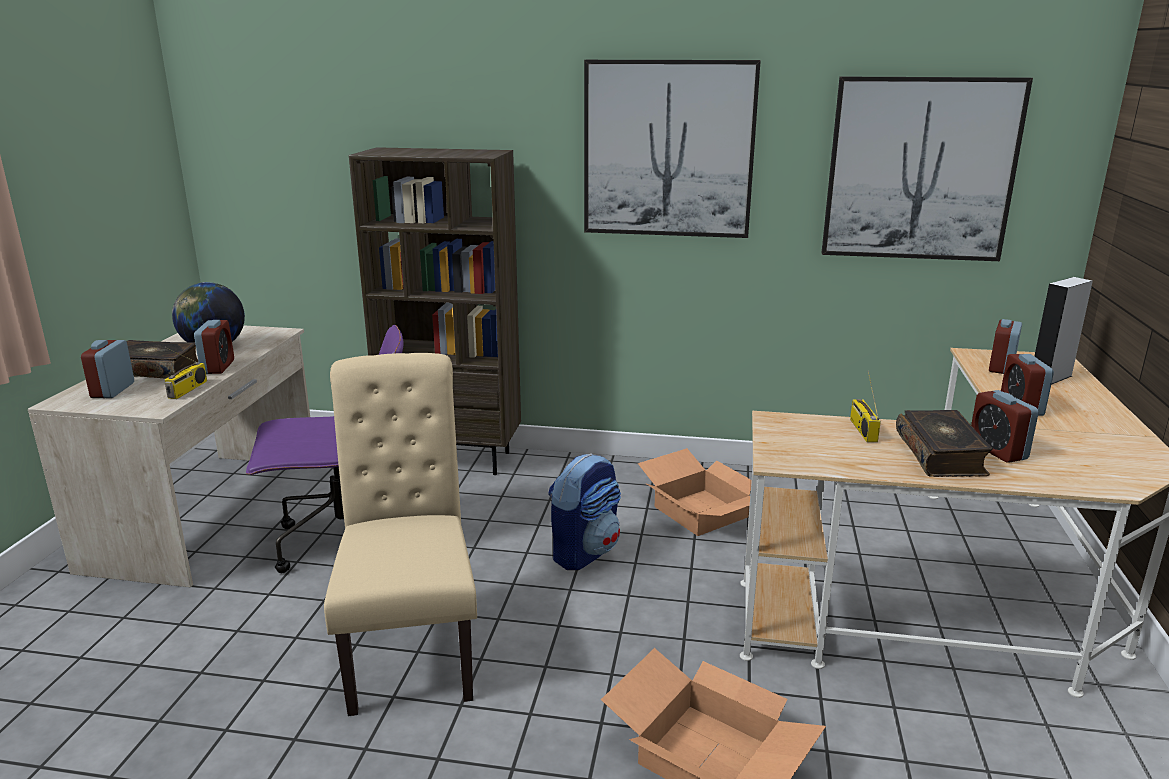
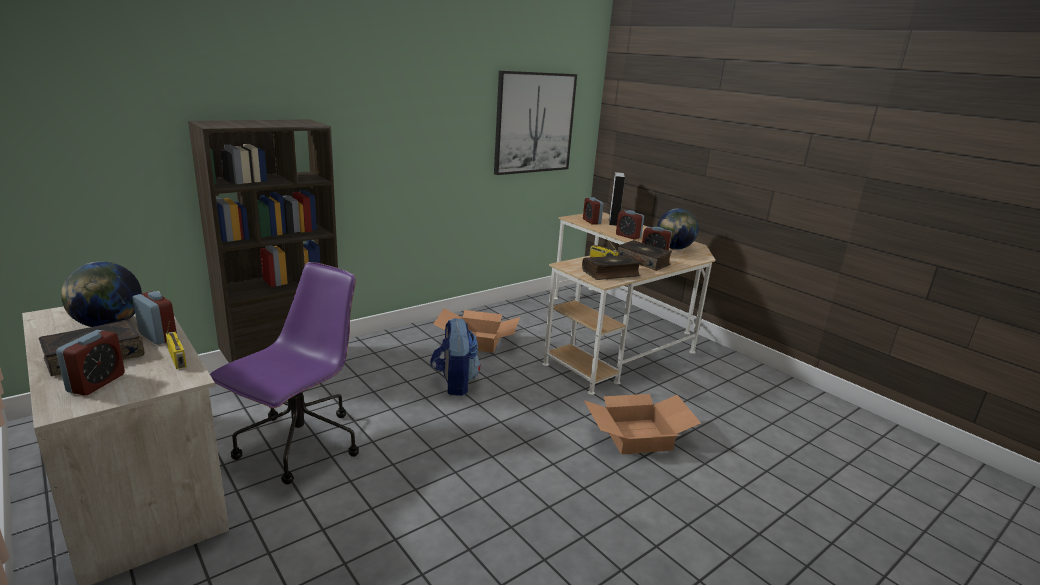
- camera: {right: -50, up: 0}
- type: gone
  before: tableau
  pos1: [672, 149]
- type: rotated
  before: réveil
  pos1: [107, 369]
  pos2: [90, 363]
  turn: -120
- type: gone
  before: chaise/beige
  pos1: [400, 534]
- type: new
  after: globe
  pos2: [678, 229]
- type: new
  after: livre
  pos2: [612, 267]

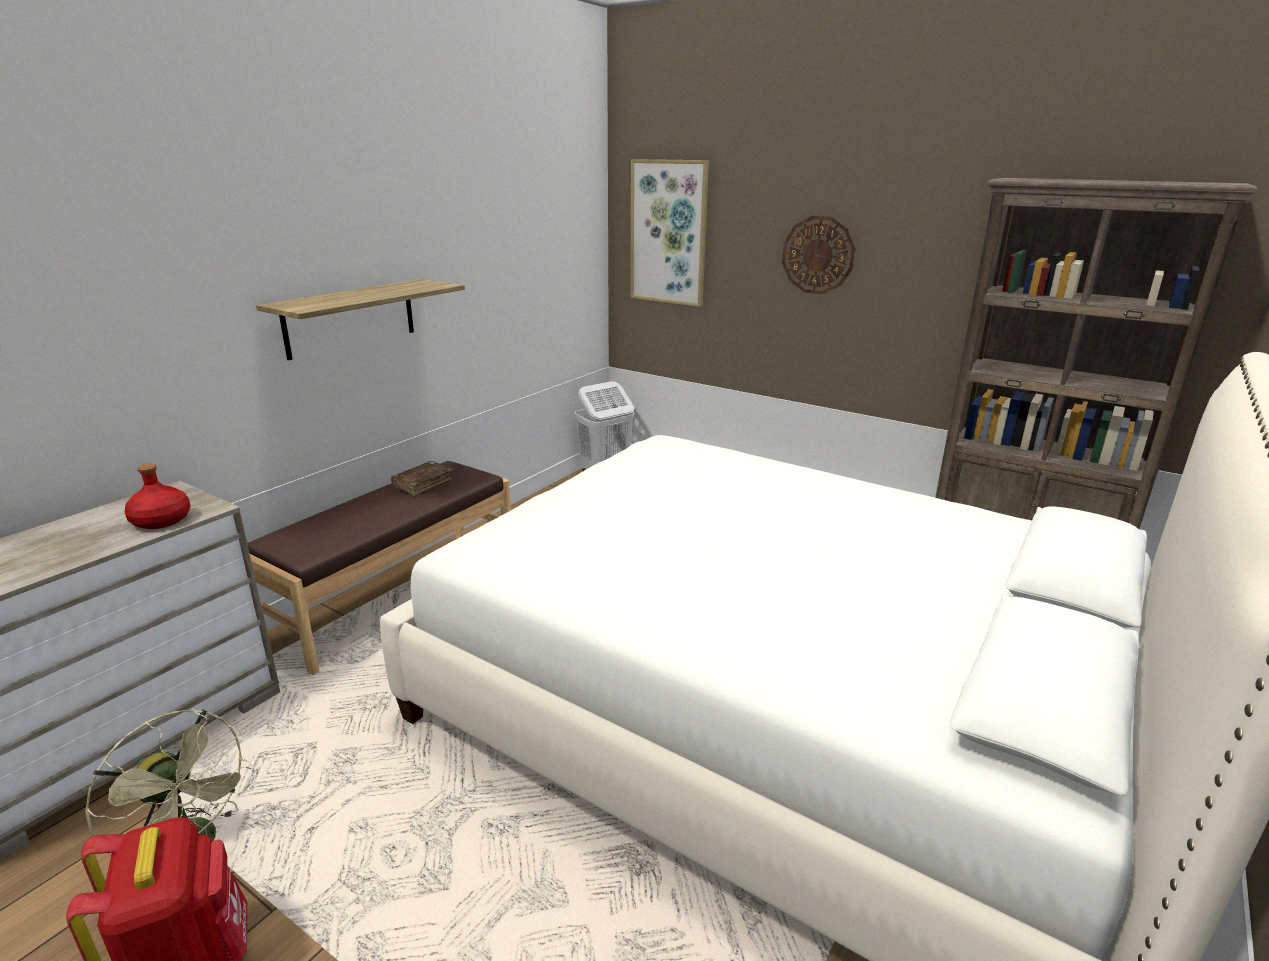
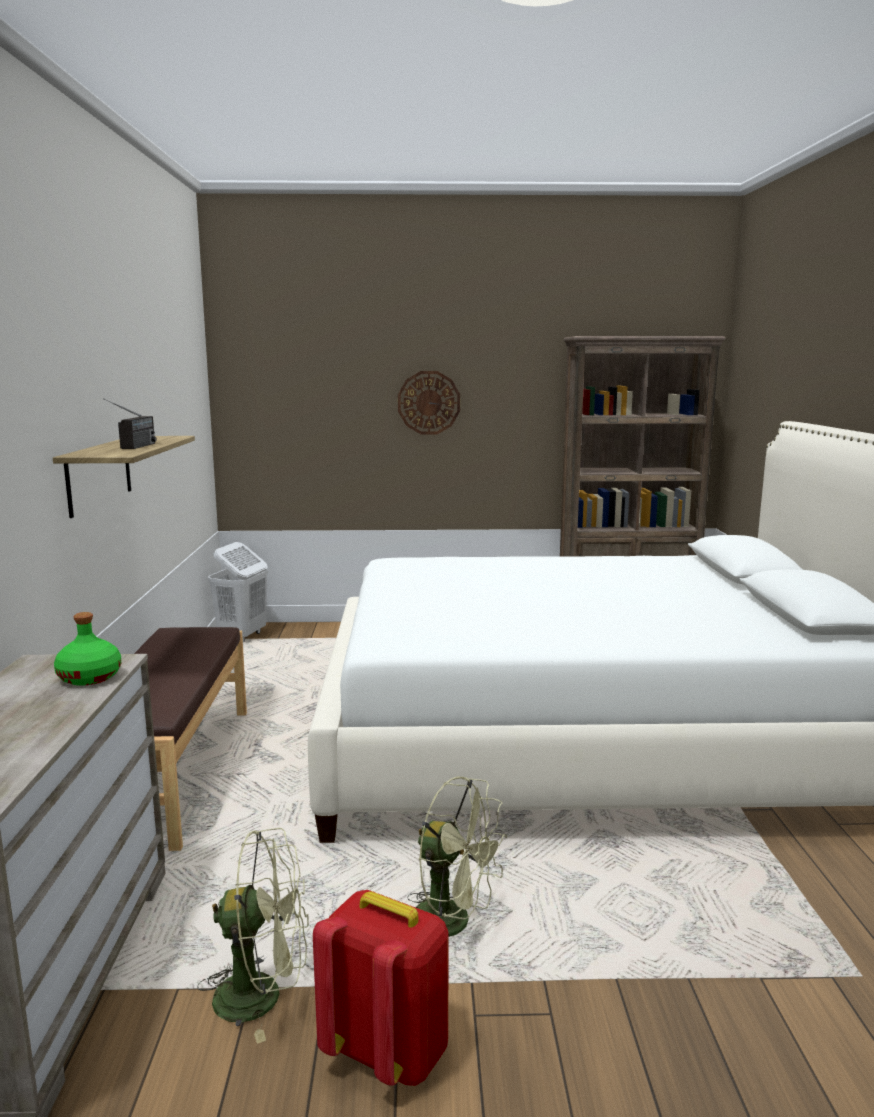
- camera: {right: -35, up: -10}
- type: gone
  before: tableau
  pos1: [669, 233]
- type: gone
  before: livre/marron
  pos1: [422, 479]
- type: repainted
  before: bouteille/rouge
  after: bouteille/vert
  pos1: [157, 496]
  pos2: [87, 649]
- type: new
  after: radio
  pos2: [130, 423]
- type: new
  after: ventilateur/vert
  pos2: [457, 857]

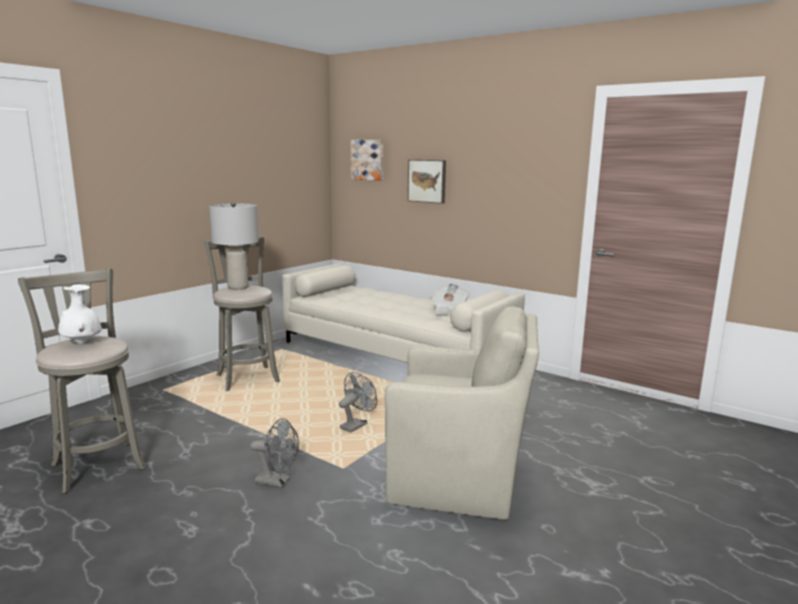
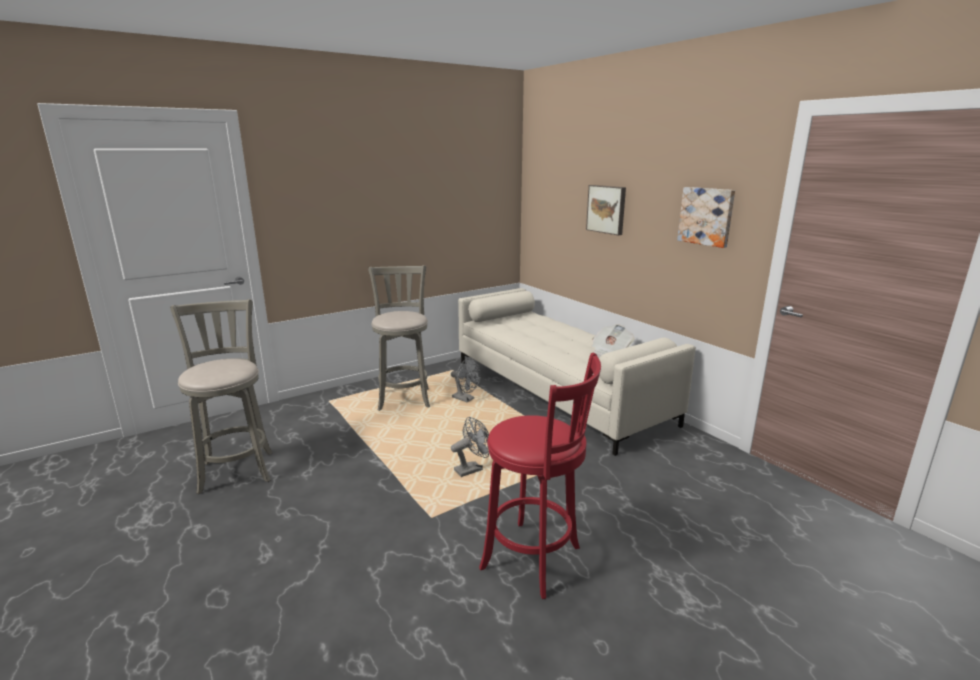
- camera: {right: 20, up: 5}
- type: shifted
  before: tableau
  pos1: [367, 160]
  pos2: [706, 217]
- type: gone
  before: lampe de table/gris
  pos1: [234, 246]
- type: gone
  before: vase/blanc
  pos1: [80, 314]
- type: swapped
  before: fauteuil/beige
  after: tabouret/rouge
  pos1: [462, 413]
  pos2: [540, 476]
- type: shifted
  before: ventilateur/gris
  pos1: [274, 453]
  pos2: [466, 380]

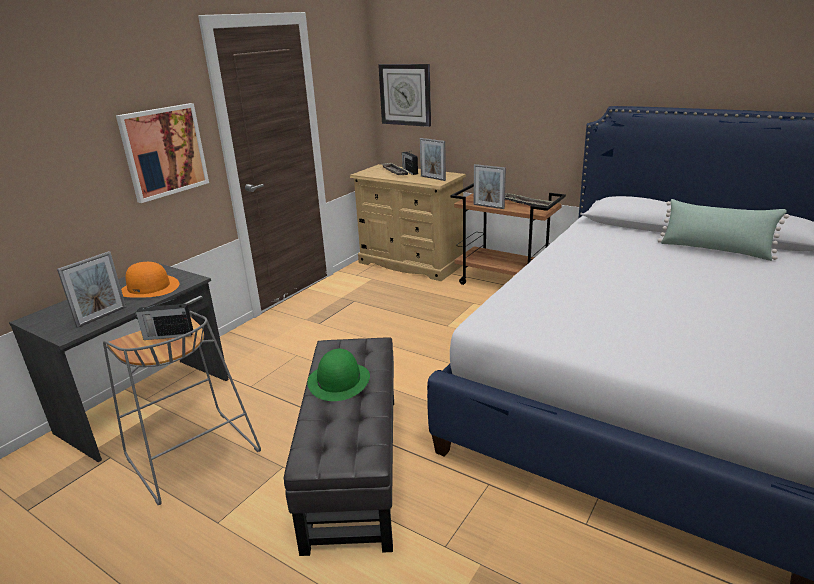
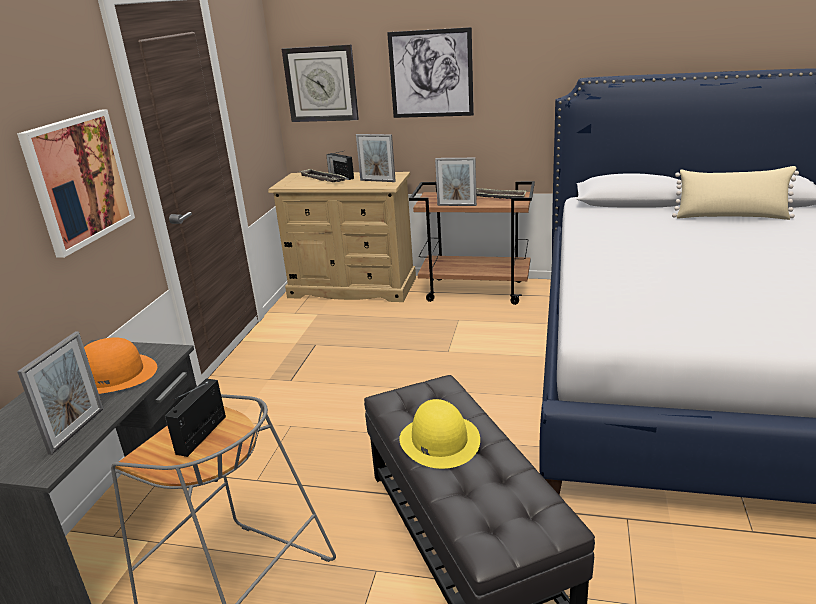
- camera: {right: -20, up: 0}
- type: repainted
  before: coussin/vert
  after: coussin/beige
  pos1: [723, 230]
  pos2: [735, 193]
- type: rotated
  before: radio
  pos1: [164, 319]
  pos2: [195, 417]
  turn: 135
- type: repainted
  before: chapeau/vert
  after: chapeau/jaune
  pos1: [338, 375]
  pos2: [439, 434]
- type: new
  after: tableau
  pos2: [430, 72]

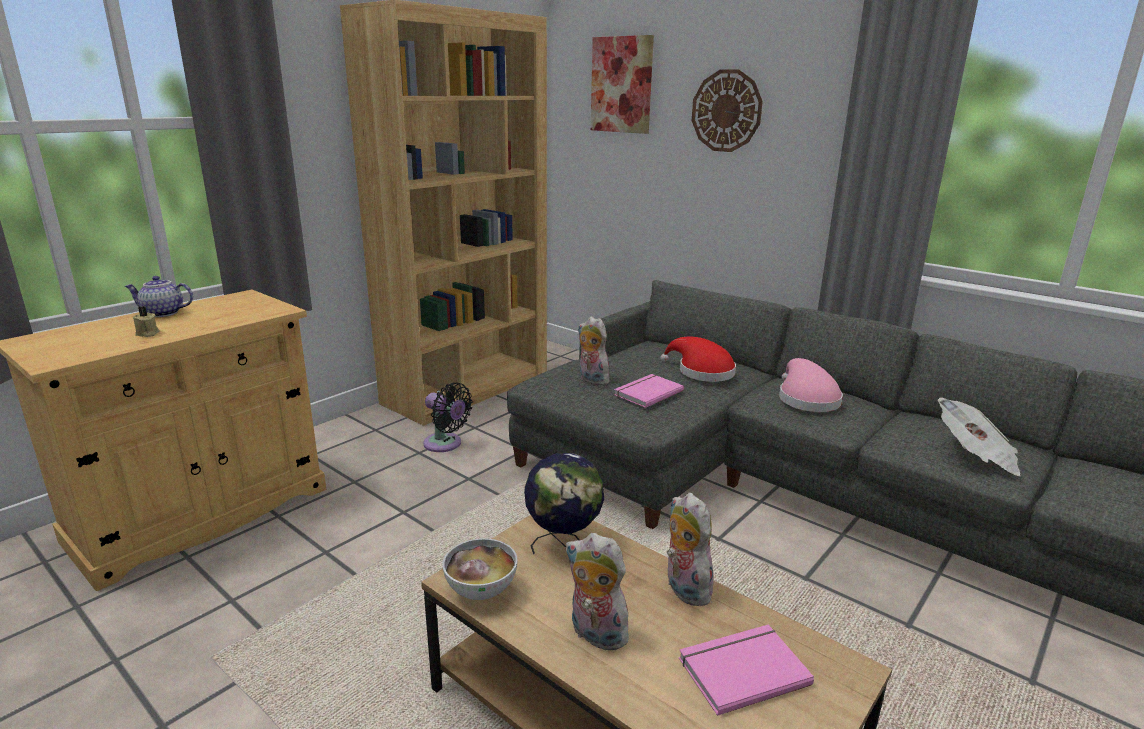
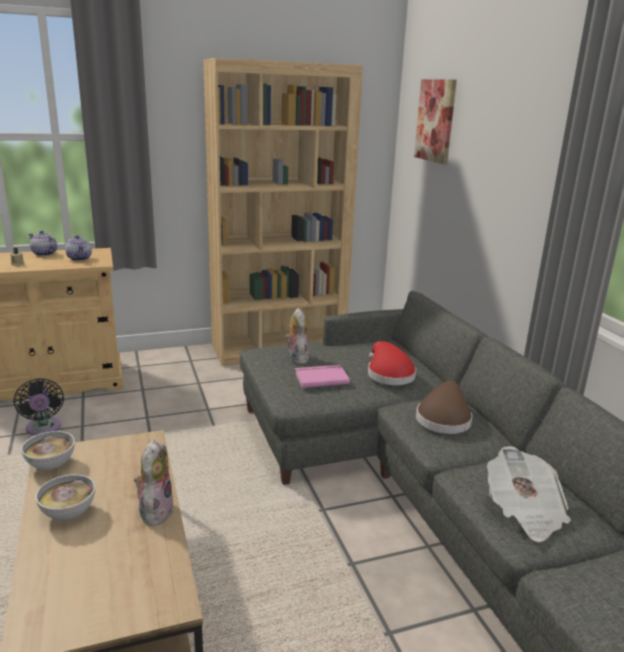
- camera: {right: 30, up: 0}
- type: gone
  before: horloge murale
  pos1: [727, 111]
- type: repainted
  before: chapeau/rose
  after: chapeau/marron
  pos1: [811, 385]
  pos2: [444, 407]
- type: shifted
  before: ventilateur/noir
  pos1: [448, 417]
  pos2: [38, 406]
- type: gone
  before: globe
  pos1: [564, 503]
- type: swapped
  before: peluche
  after: bol
  pos1: [600, 591]
  pos2: [65, 497]
- type: gone
  before: livre/rose
  pos1: [746, 670]
- type: new
  after: théière
  pos2: [78, 248]

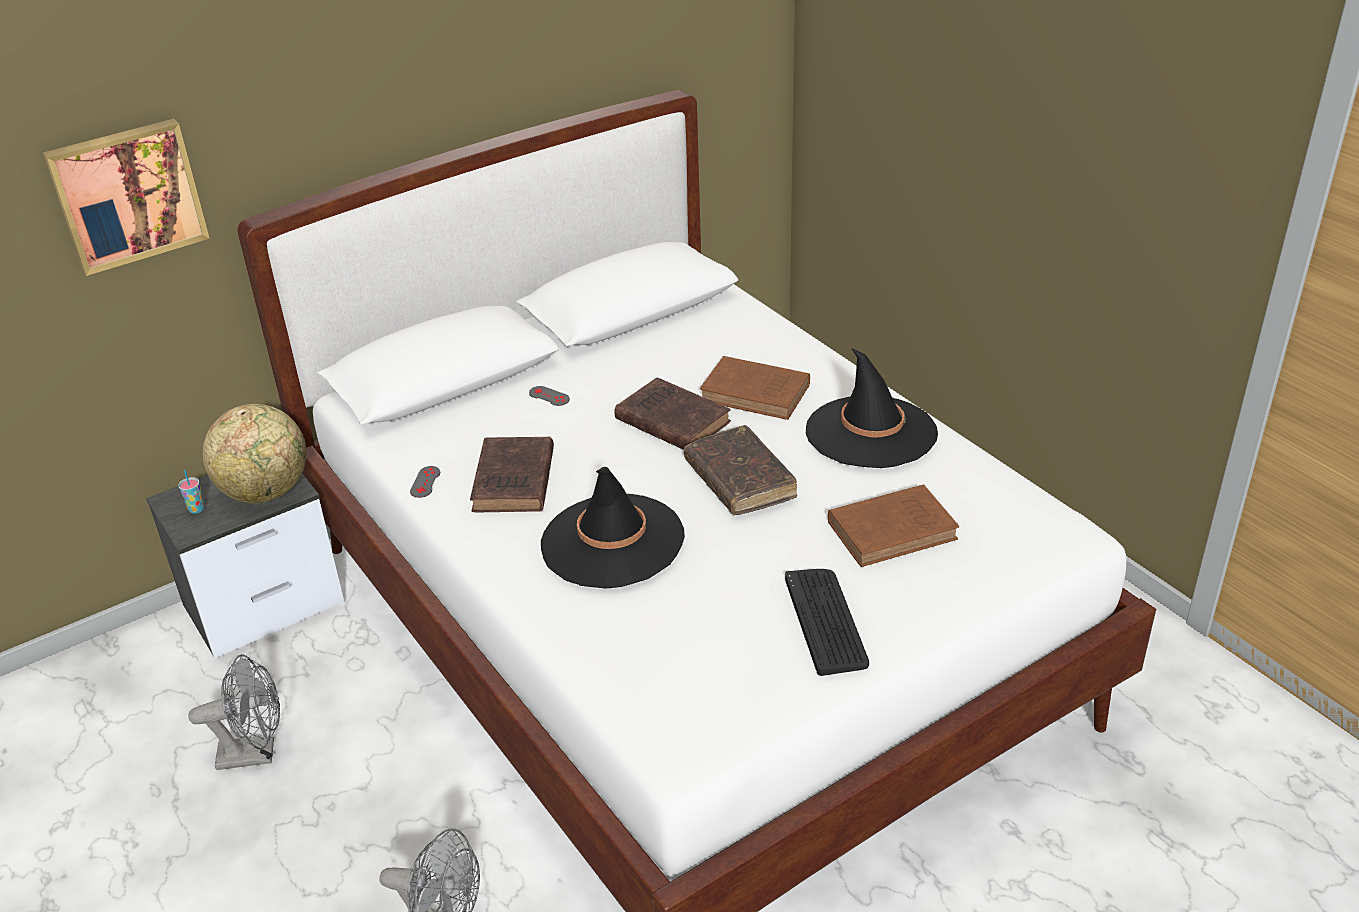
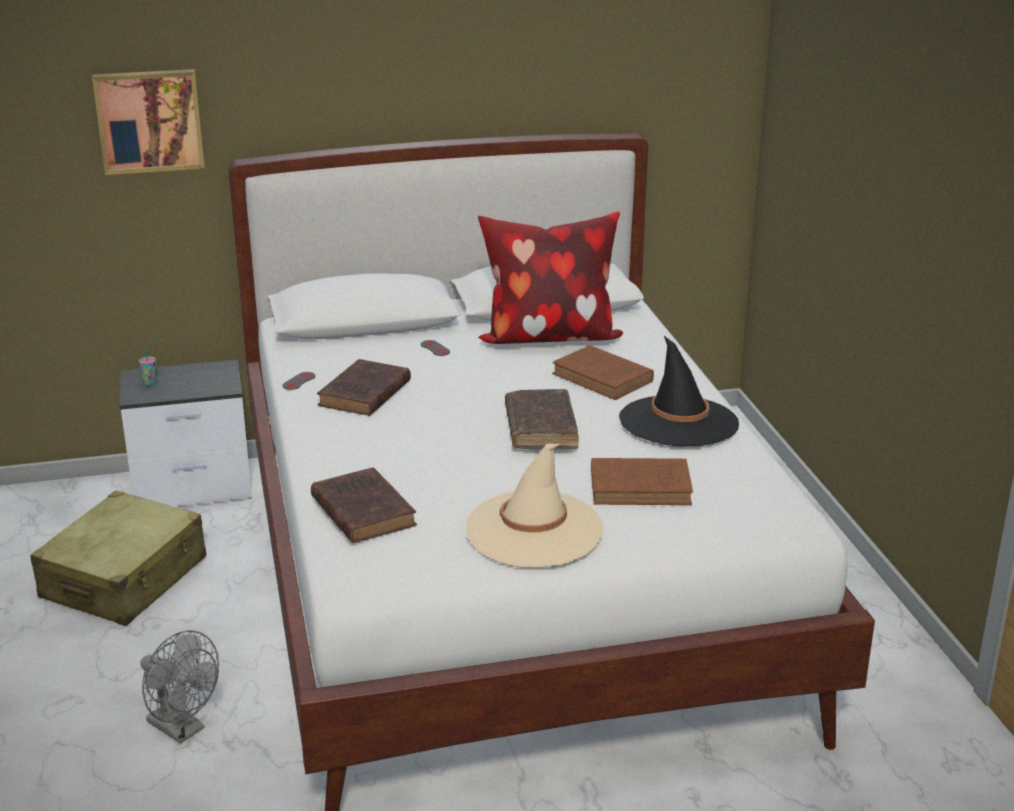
- camera: {right: 20, up: -10}
- type: shifted
  before: livre/marron
  pos1: [672, 413]
  pos2: [364, 505]
- type: gone
  before: globe
  pos1: [254, 454]
- type: gone
  before: chapeau/noir
  pos1: [613, 527]
- type: swapped
  before: clavier
  after: chapeau/beige
  pos1: [827, 622]
  pos2: [534, 506]
- type: swapped
  before: ventilateur/gris
  after: valise/beige
  pos1: [234, 712]
  pos2: [118, 558]
- type: new
  after: coussin
  pos2: [550, 278]

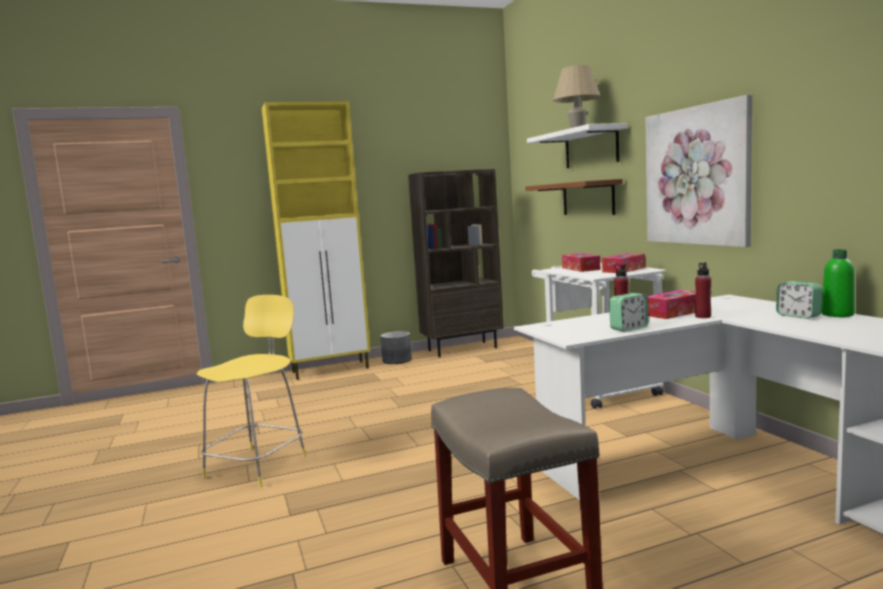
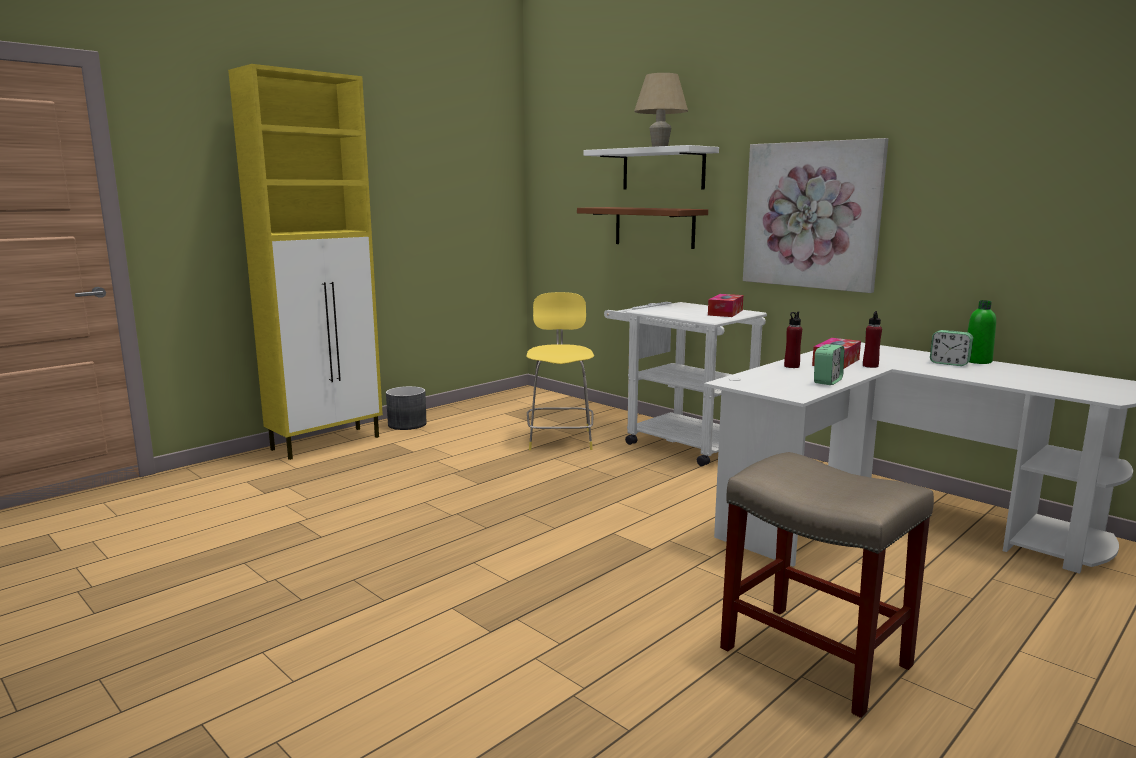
- camera: {right: -25, up: 5}
- type: gone
  before: bibliothèque/marron
  pos1: [456, 263]
- type: gone
  before: boîte à mouchoirs
  pos1: [581, 262]
- type: shifted
  before: tabouret/jaune
  pos1: [252, 391]
  pos2: [560, 371]

